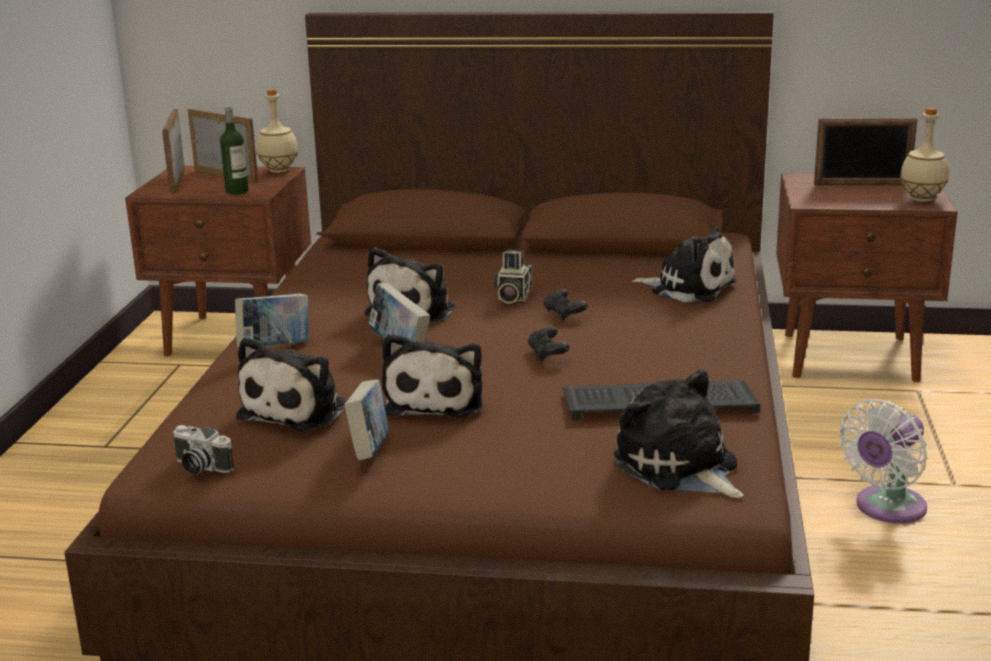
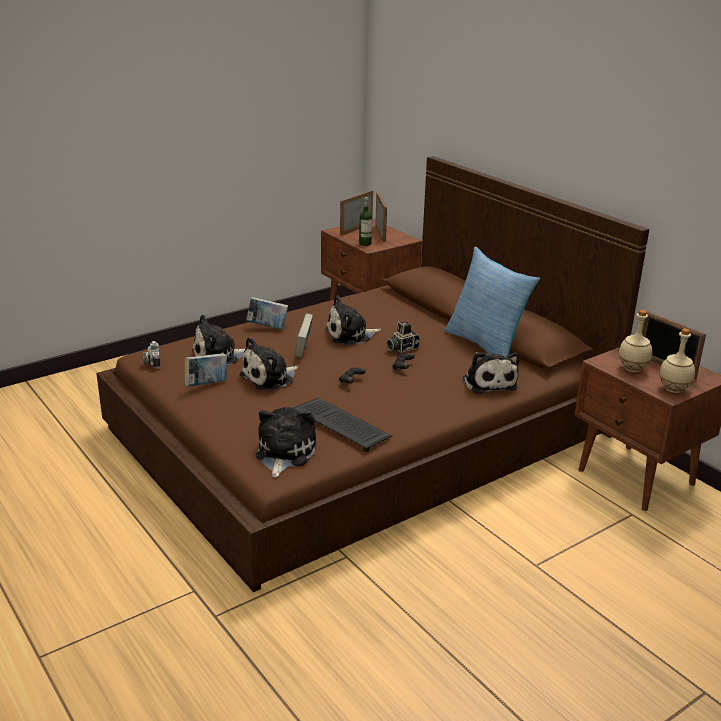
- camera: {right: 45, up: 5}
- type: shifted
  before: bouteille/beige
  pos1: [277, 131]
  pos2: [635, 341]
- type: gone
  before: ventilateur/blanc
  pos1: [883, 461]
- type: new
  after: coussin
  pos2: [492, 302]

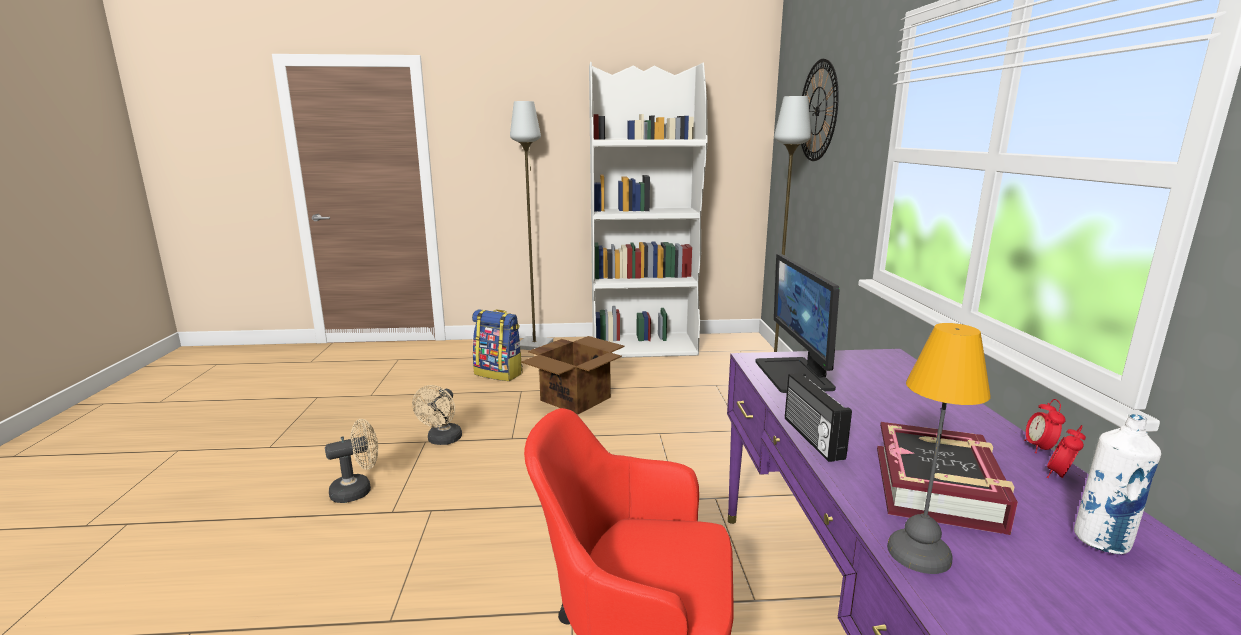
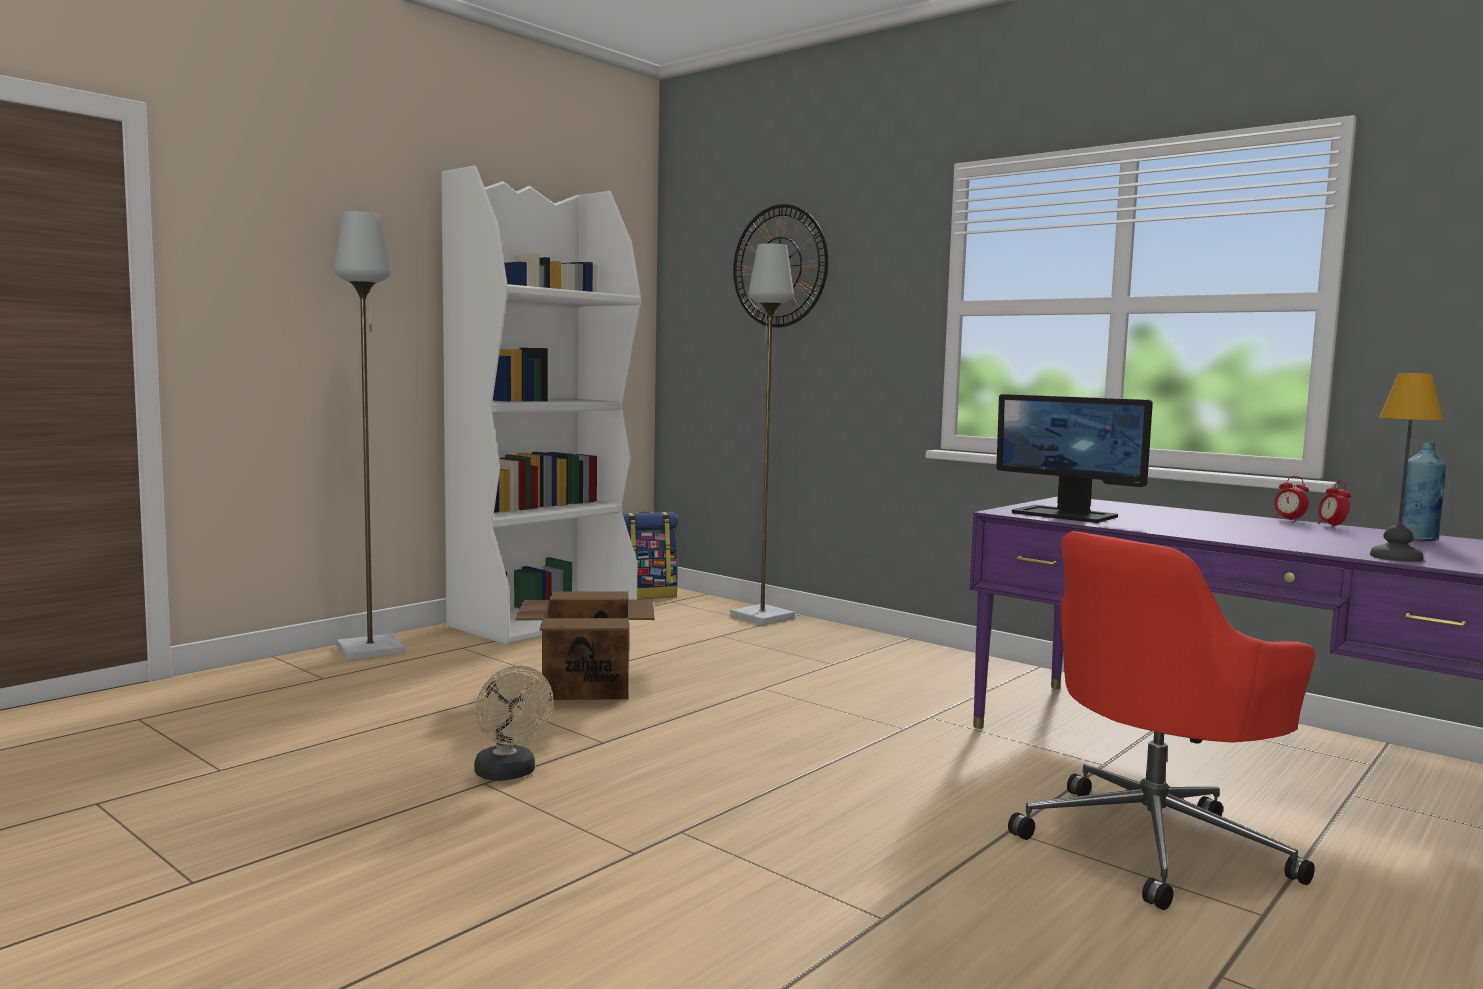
- camera: {right: -45, up: -10}
- type: shifted
  before: sac à dos
  pos1: [497, 345]
  pos2: [650, 555]
- type: gone
  before: radio
  pos1: [818, 417]
- type: repainted
  before: bouteille/blanc
  after: bouteille/bleu
  pos1: [1117, 484]
  pos2: [1423, 491]
- type: gone
  before: ventilateur/beige
  pos1: [351, 461]
- type: gone
  before: livre
  pos1: [947, 478]

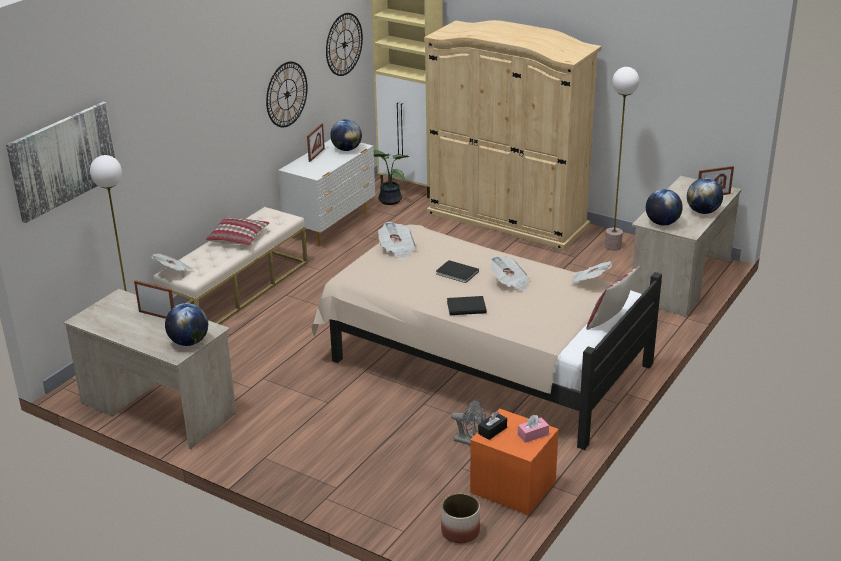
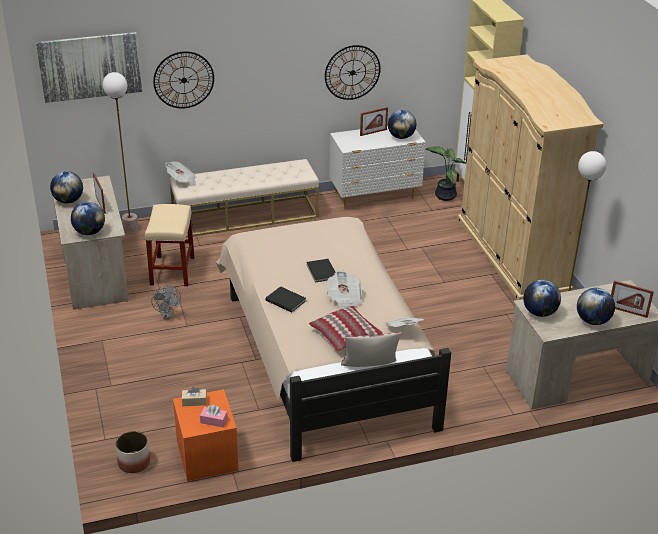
- camera: {right: 40, up: 5}
- type: shifted
  before: horloge murale
  pos1: [344, 44]
  pos2: [183, 79]
- type: shifted
  before: coussin
  pos1: [238, 231]
  pos2: [346, 329]
- type: gone
  before: journal
  pos1: [397, 240]
- type: shifted
  before: ventilateur/gris
  pos1: [468, 422]
  pos2: [166, 302]
- type: repainted
  before: boîte à mouchoirs/noir
  after: boîte à mouchoirs/beige
  pos1: [492, 425]
  pos2: [194, 396]
- type: new
  after: globe
  pos2: [66, 187]
- type: new
  after: tabouret/beige
  pos2: [170, 245]

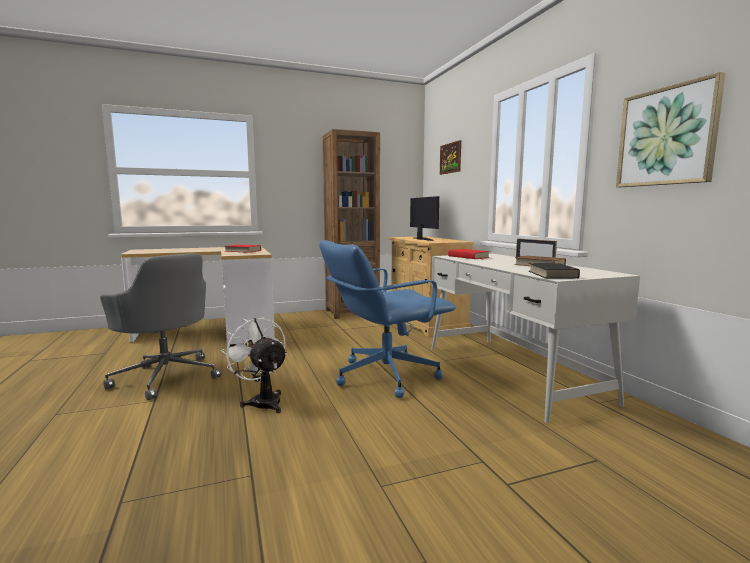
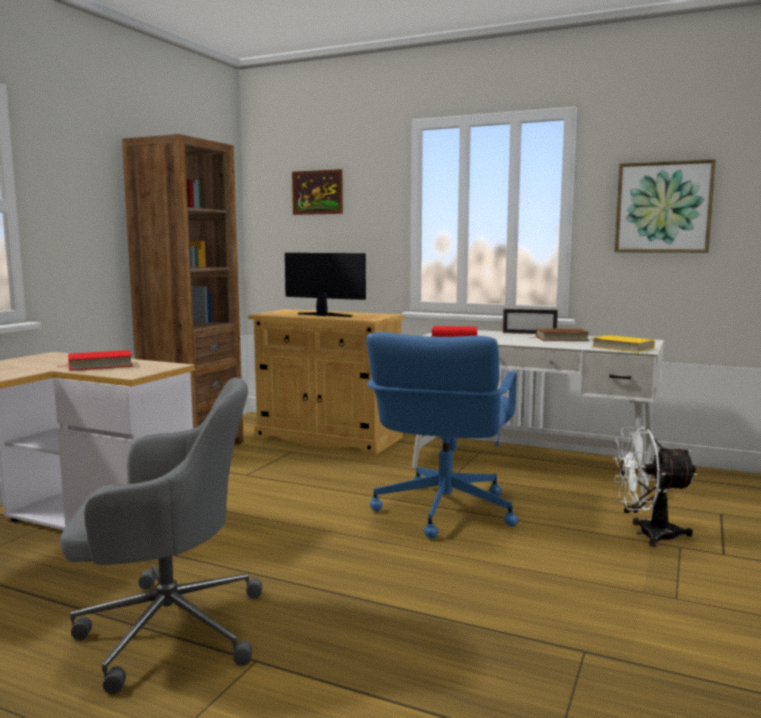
- camera: {right: -45, up: 0}
- type: repainted
  before: livre/noir
  after: livre/jaune
  pos1: [554, 270]
  pos2: [623, 344]
- type: shifted
  before: ventilateur/blanc
  pos1: [254, 365]
  pos2: [655, 486]

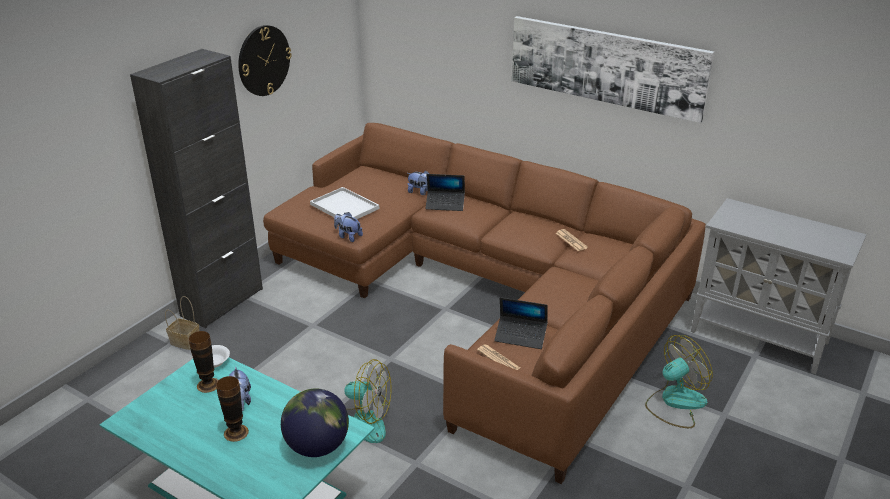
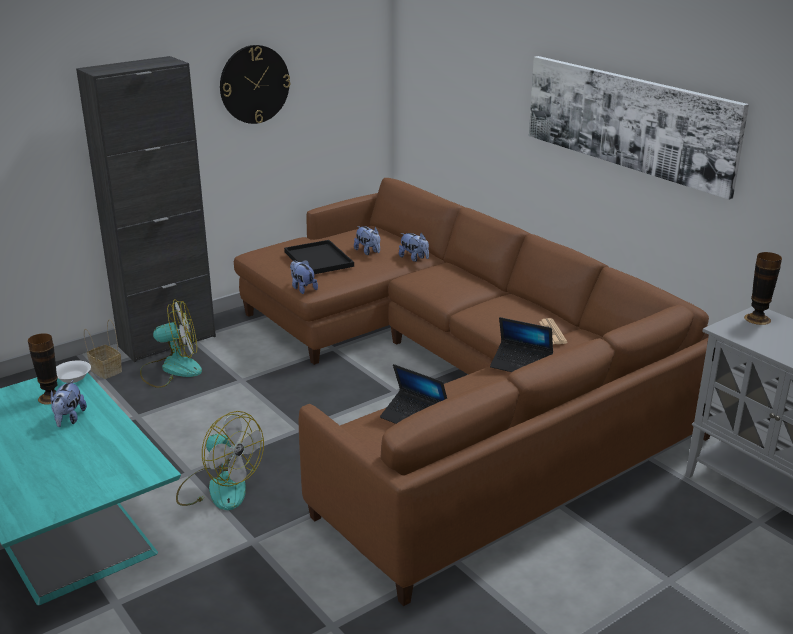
- camera: {right: 20, up: -5}
- type: shifted
  before: ordinateur portable
  pos1: [445, 192]
  pos2: [521, 344]
- type: repainted
  before: plateau/blanc
  after: plateau/noir
  pos1: [344, 203]
  pos2: [319, 257]
- type: shifted
  before: ventilateur
  pos1: [679, 381]
  pos2: [171, 343]
- type: gone
  before: journal
  pos1: [498, 357]
- type: shifted
  before: vase
  pos1: [232, 409]
  pos2: [763, 288]
- type: gone
  before: globe
  pos1: [315, 422]
- type: new
  after: peluche
  pos2: [367, 240]

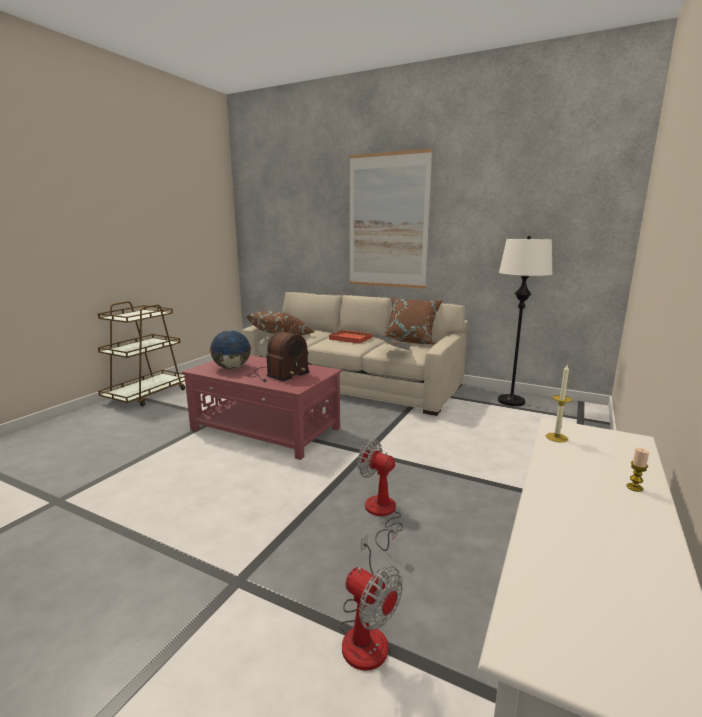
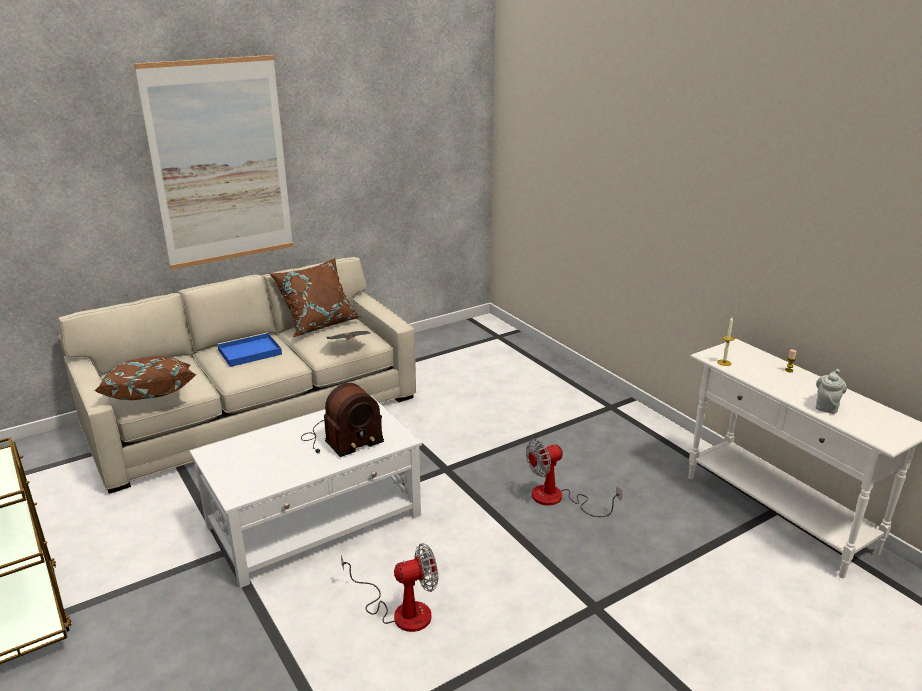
- camera: {right: -60, up: 10}
- type: gone
  before: lampadaire/blanc
  pos1: [525, 321]
- type: gone
  before: globe
  pos1: [230, 349]
- type: repainted
  before: plateau/rouge
  after: plateau/bleu
  pos1: [351, 337]
  pos2: [249, 350]
- type: rotated
  before: radio
  pos1: [279, 356]
  pos2: [342, 420]
  turn: 75
- type: repainted
  before: table basse/rouge
  after: table basse/blanc
  pos1: [262, 407]
  pos2: [306, 492]
- type: shifted
  before: ventilateur
  pos1: [371, 602]
  pos2: [389, 587]
- type: new
  after: théière/gris
  pos2: [831, 391]

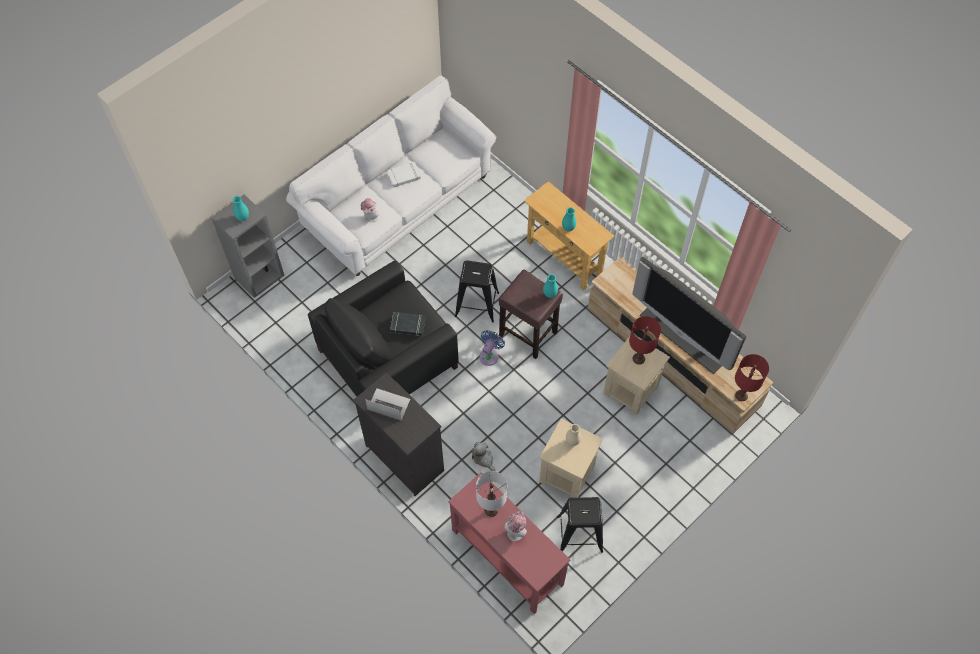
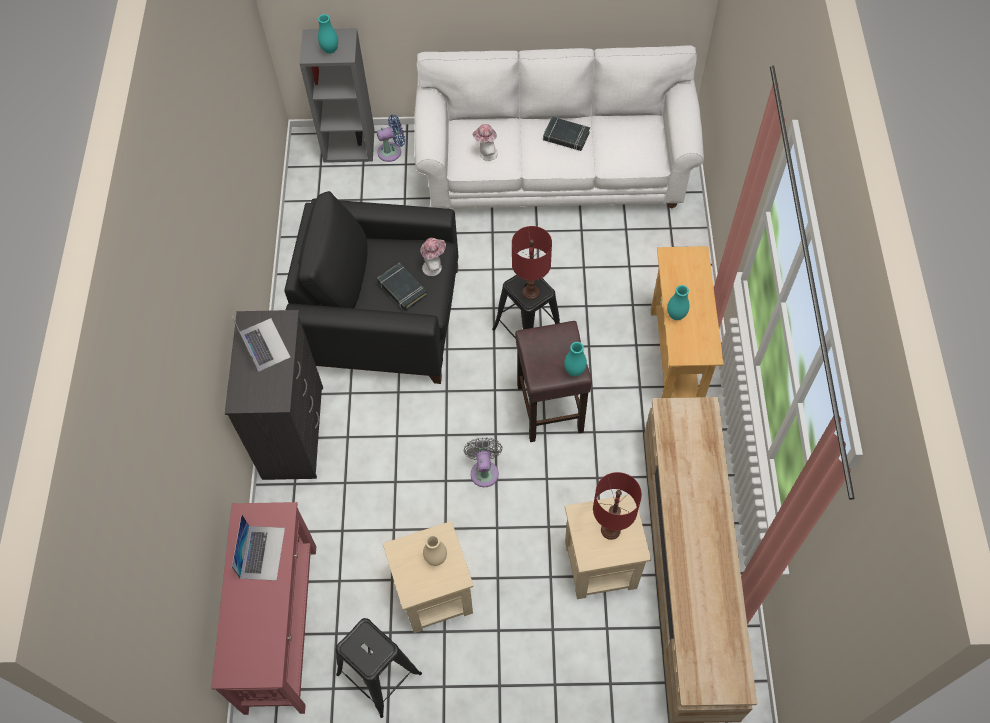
- camera: {right: 45, up: 0}
- type: repainted
  before: livre/blanc
  after: livre/noir
  pos1: [404, 174]
  pos2: [566, 134]
- type: gone
  before: téléviseur
  pos1: [689, 315]
- type: shifted
  before: ventilateur/bleu
  pos1: [492, 348]
  pos2: [391, 138]
- type: shifted
  before: lampe de table/rouge
  pos1: [752, 377]
  pos2: [532, 263]
- type: gone
  before: peluche
  pos1: [483, 456]
- type: swapped
  before: lampe de table/blanc
  after: ordinateur portable
  pos1: [491, 494]
  pos2: [258, 547]
- type: shifted
  before: chapeau
  pos1: [515, 526]
  pos2: [433, 257]
- type: new
  after: ventilateur/gris
  pos2: [483, 462]

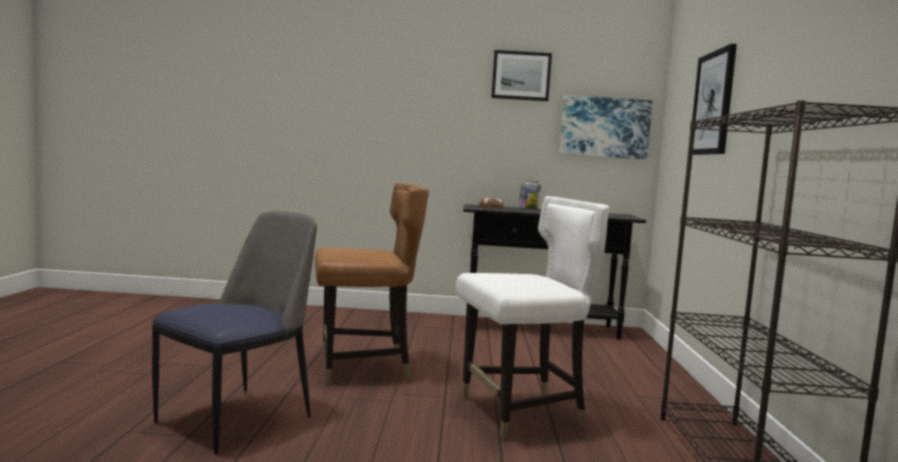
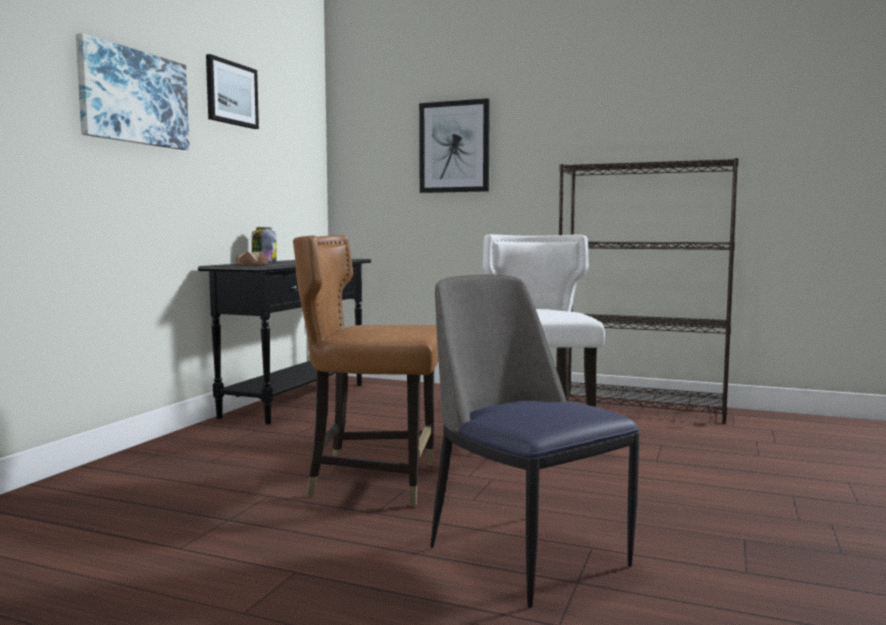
- camera: {right: -70, up: 0}
- type: shifted
  before: tableau
  pos1: [606, 127]
  pos2: [132, 91]
- type: rotated
  before: chaise/marron
  pos1: [372, 283]
  pos2: [366, 371]
  turn: -90

